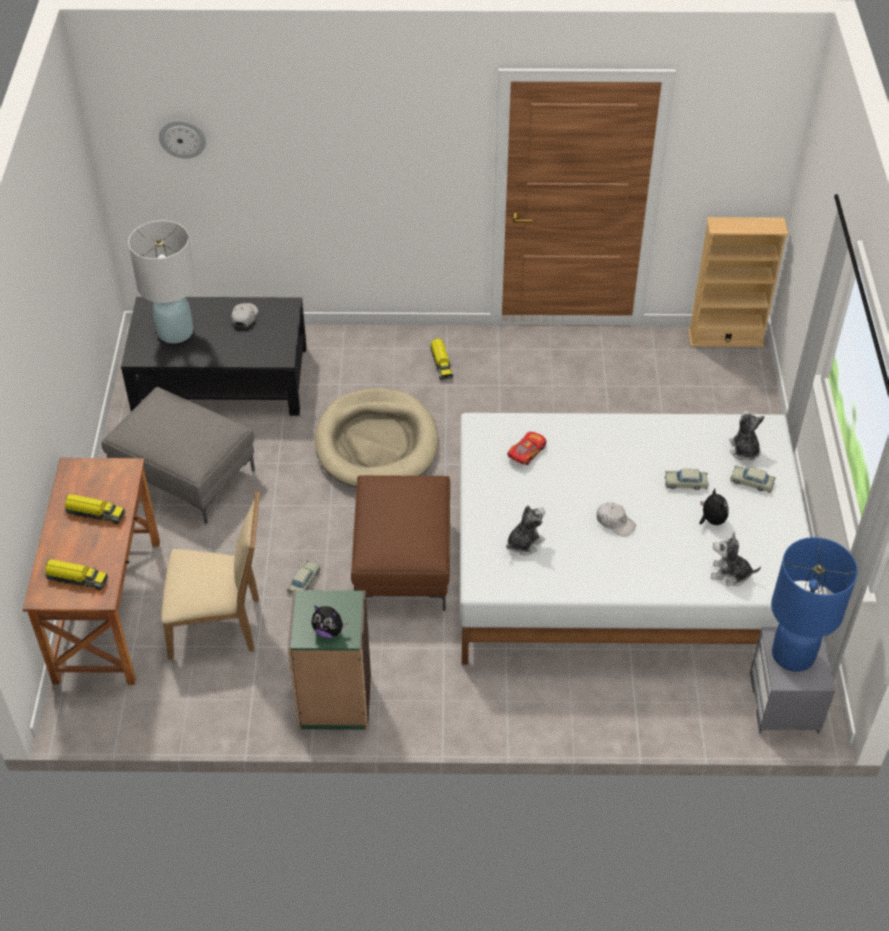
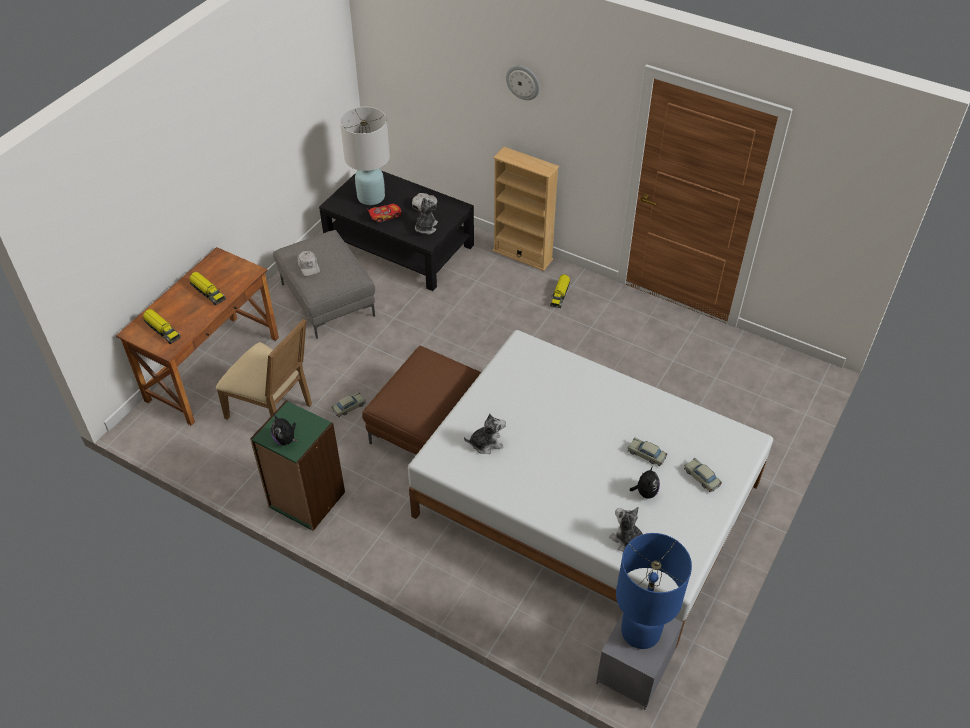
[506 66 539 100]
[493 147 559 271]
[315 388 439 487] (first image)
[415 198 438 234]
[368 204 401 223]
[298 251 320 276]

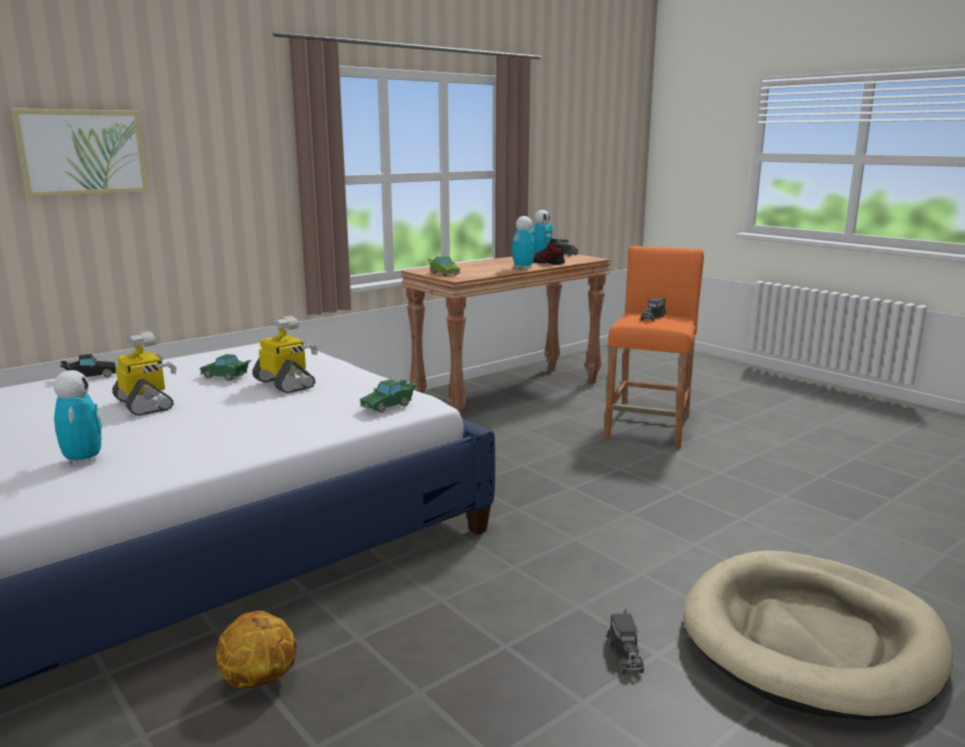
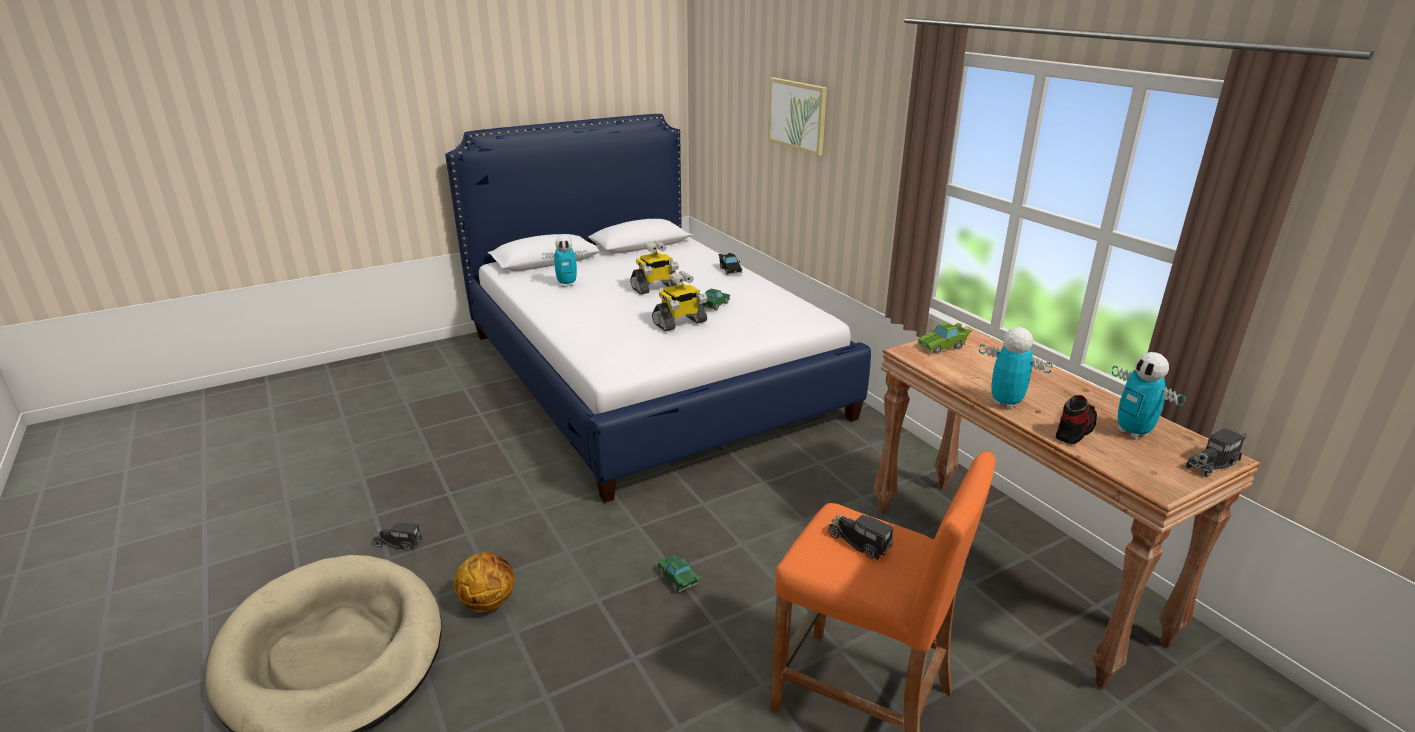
[657 555 701 592]
[454 552 515 612]

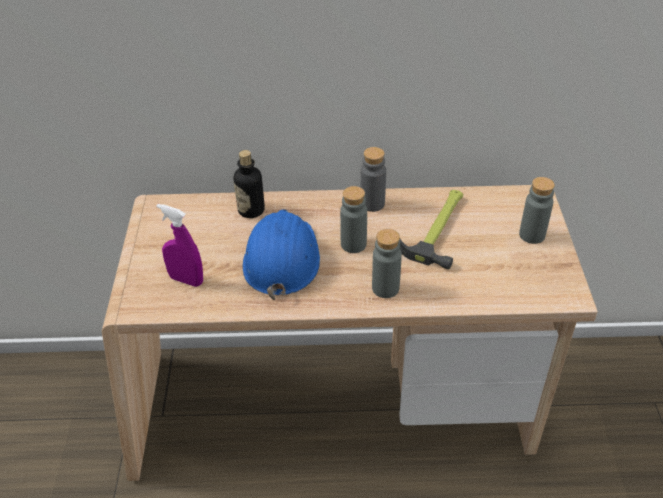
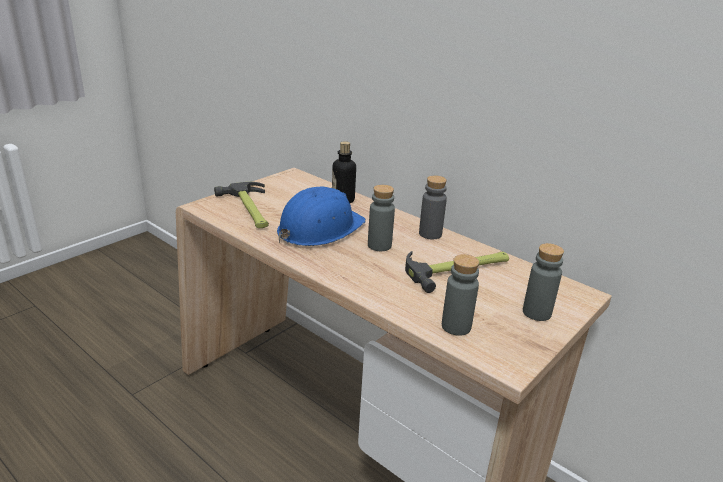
[214 182 269 228]
[442 254 479 336]

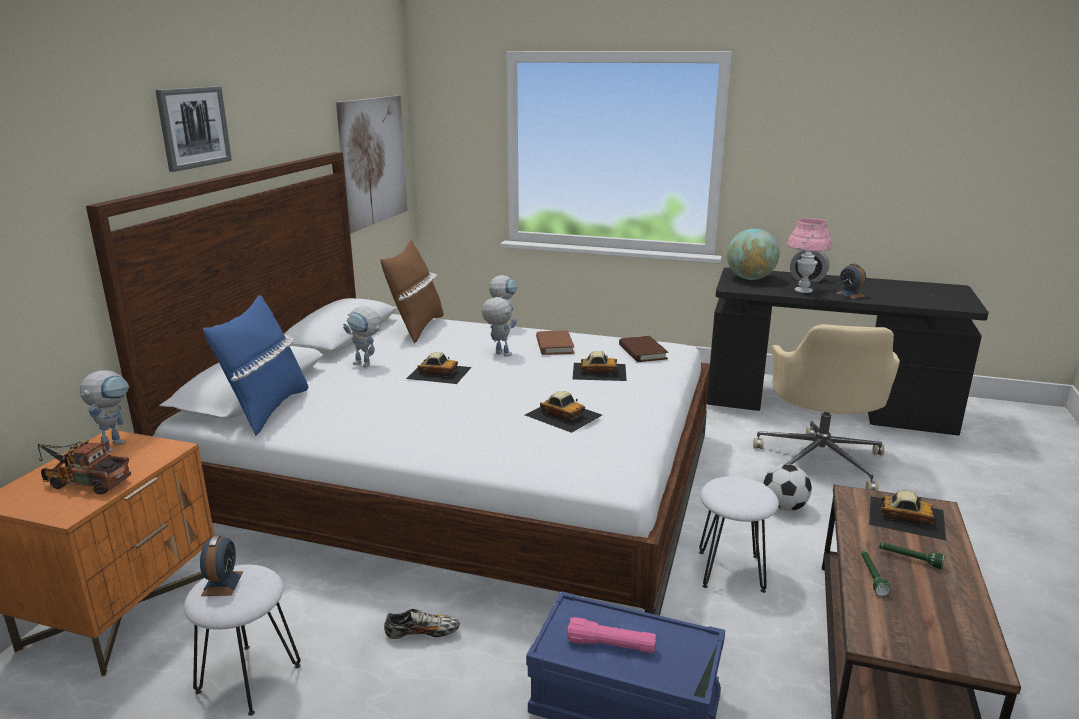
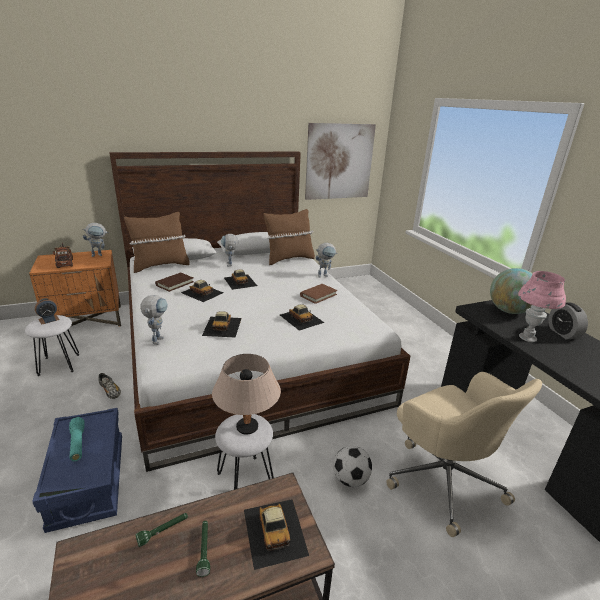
[155 86 232 172] (first image)
[835 264 866 299] (first image)
[124 212 190 273]
[140 295 168 345]
[386 372 542 537]
[155 273 194 292]
[69 417 85 461]
[181 280 223 302]
[212 354 281 435]

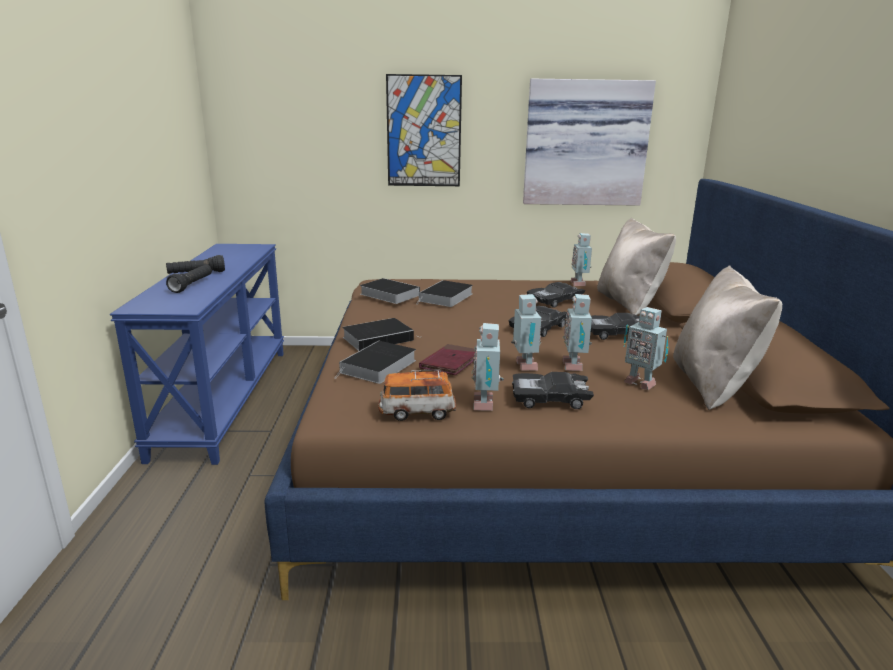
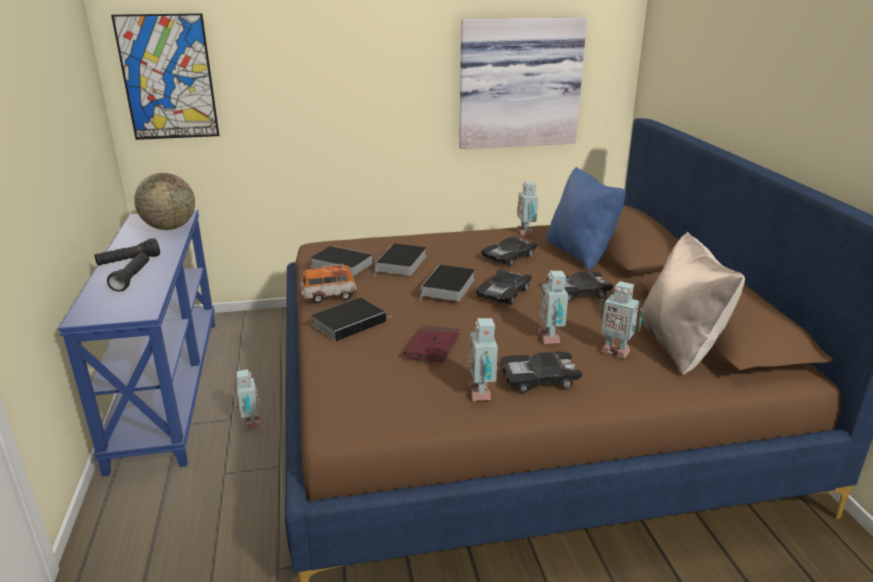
[111 13 219 140]
[546 167 626 270]
[237 369 261 430]
[420 265 475 301]
[300 264 358 303]
[134 173 195 230]

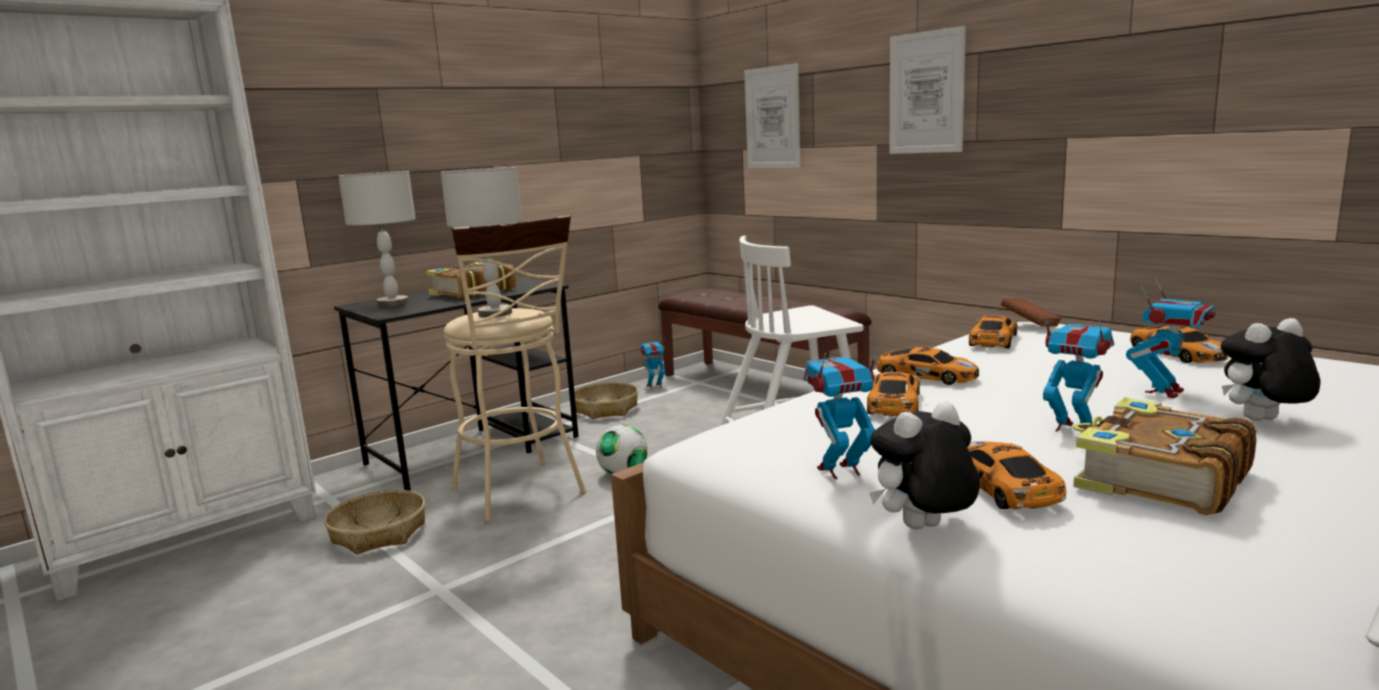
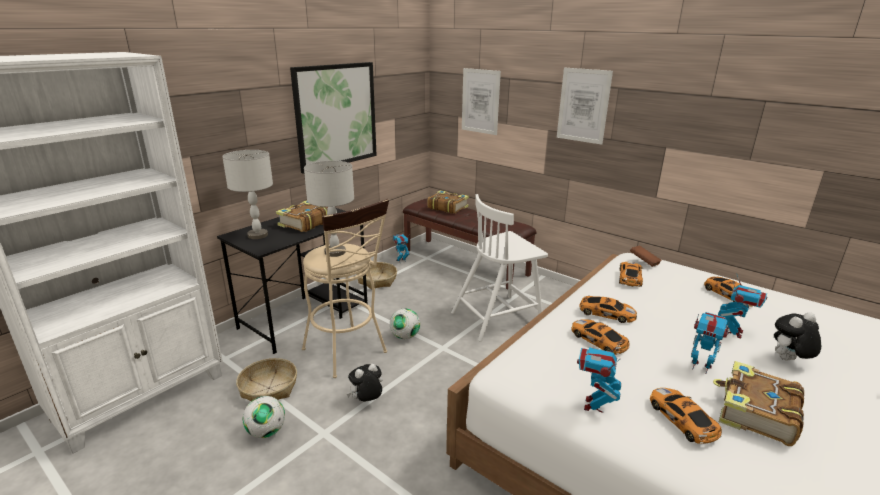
[577 342 622 413]
[571 320 630 355]
[347 364 382 402]
[290 62 377 174]
[427 190 469 214]
[243 396 285 438]

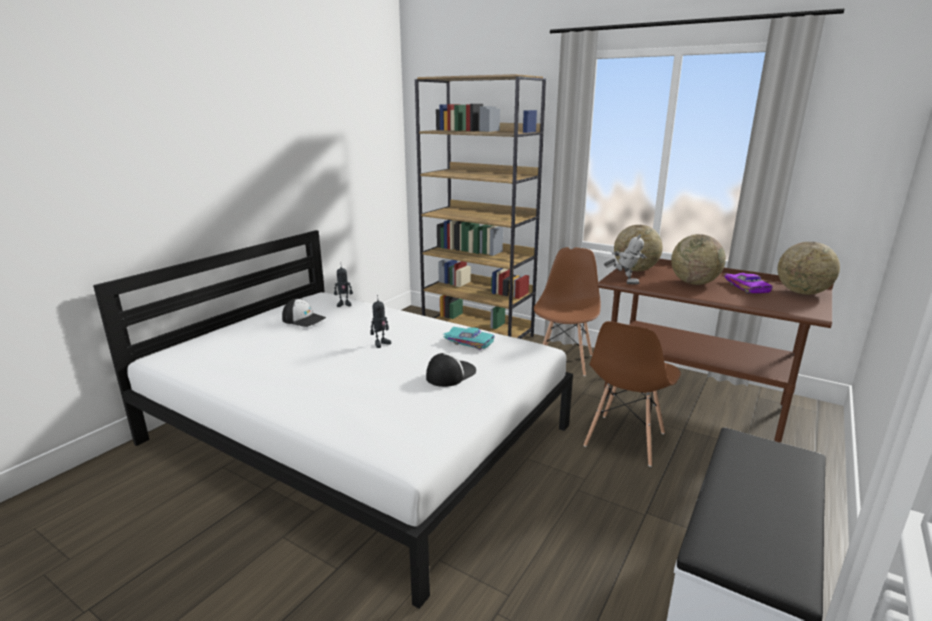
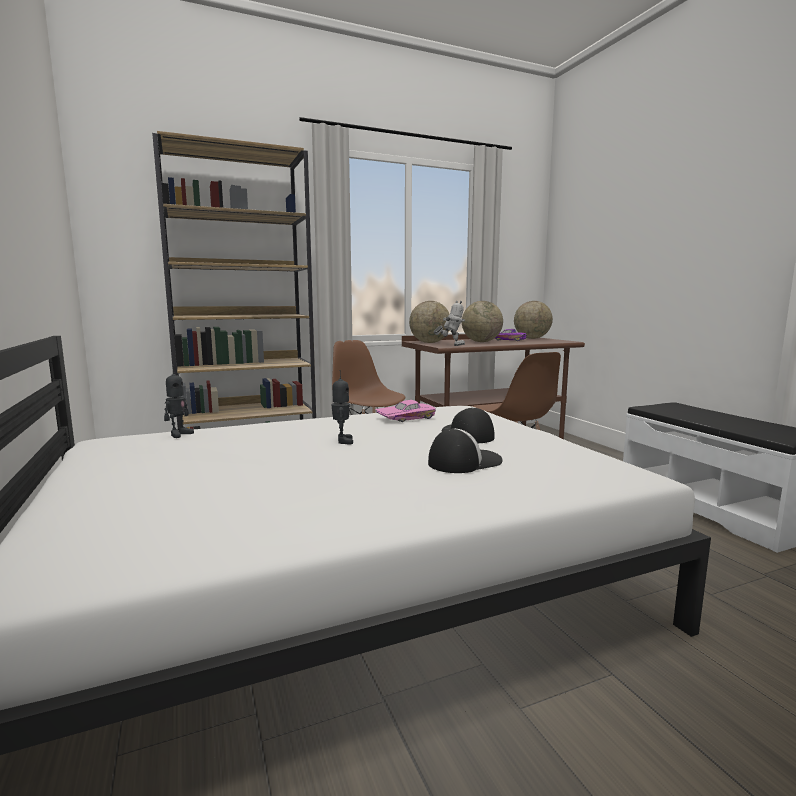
[428 428 503 473]
[375 400 436 422]

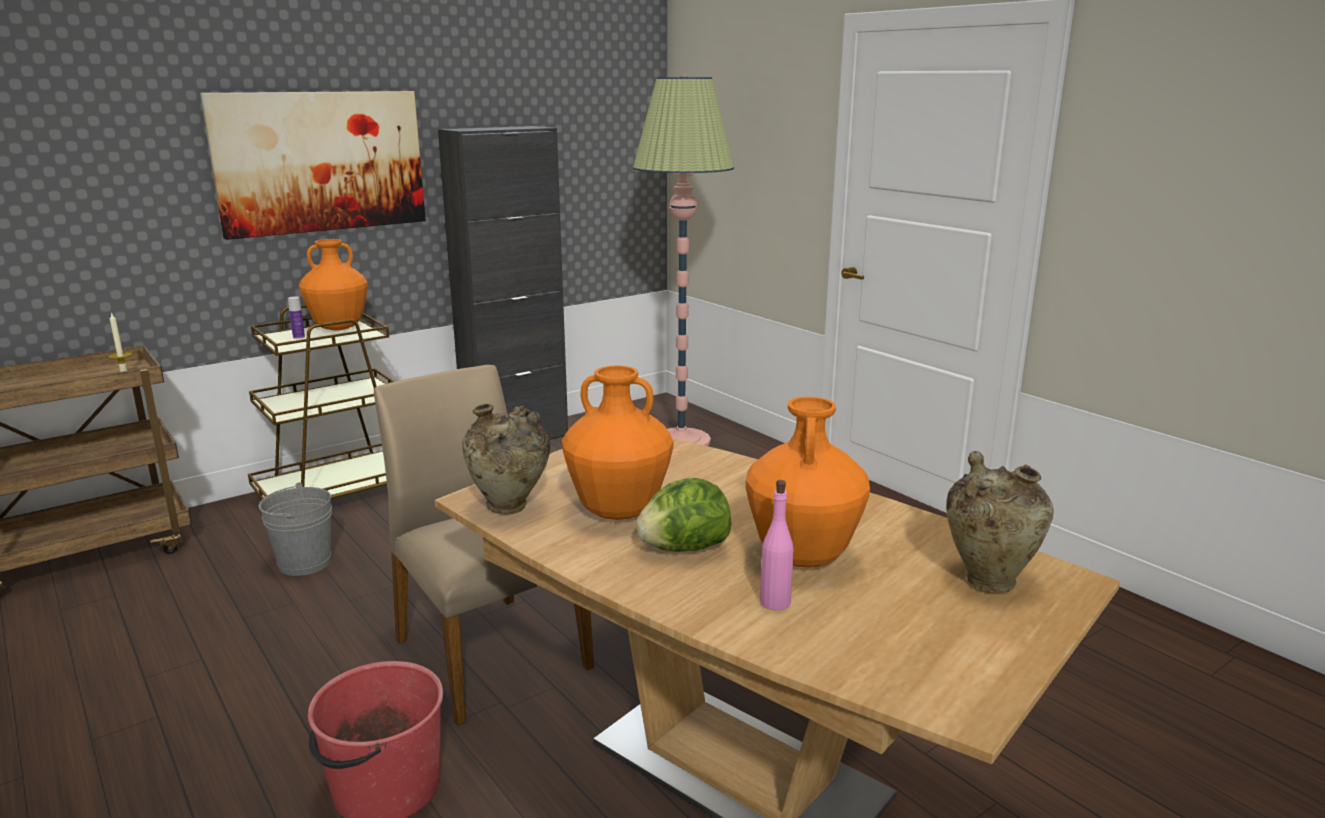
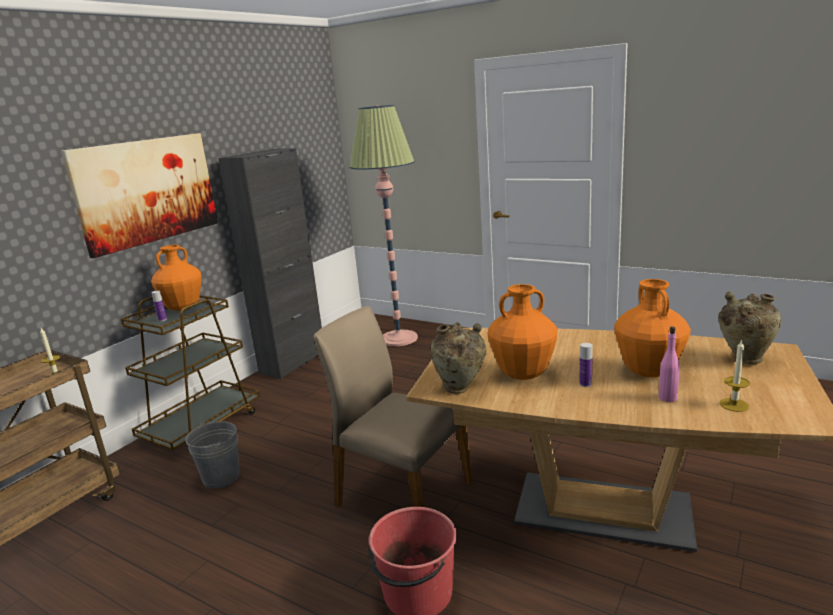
[580 343 593 387]
[720 339 750 412]

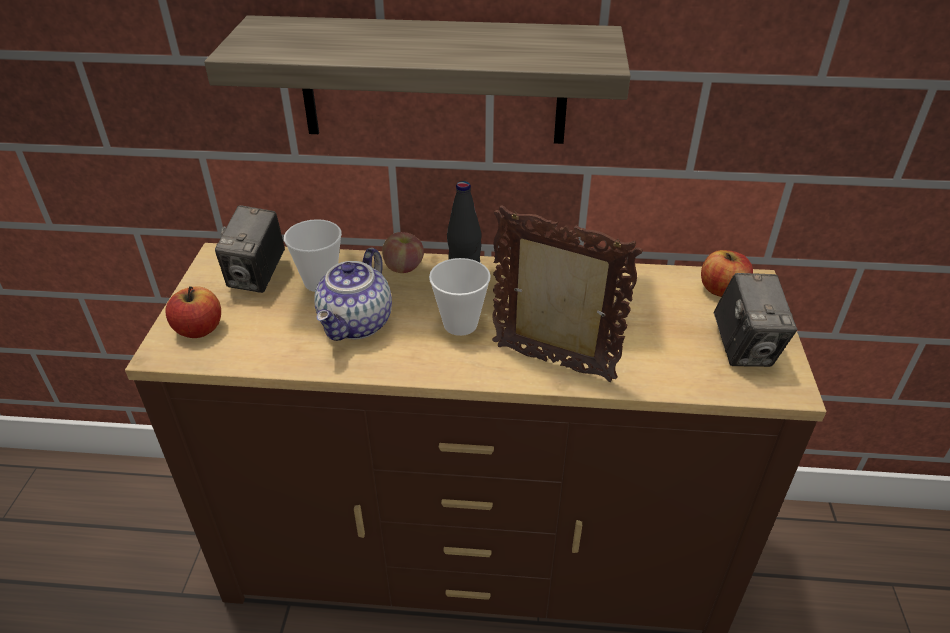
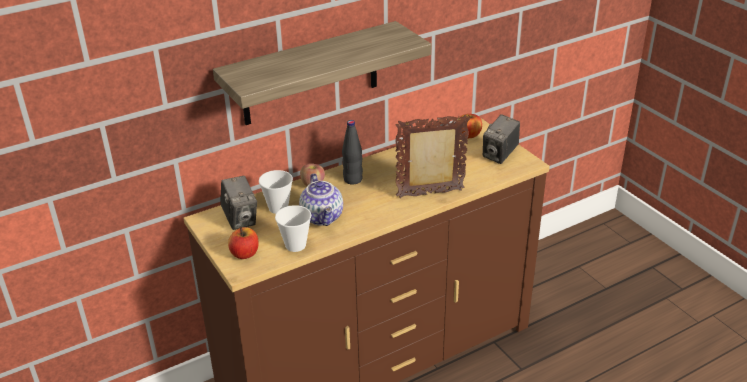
[275 205 311 252]
[483 114 520 164]

